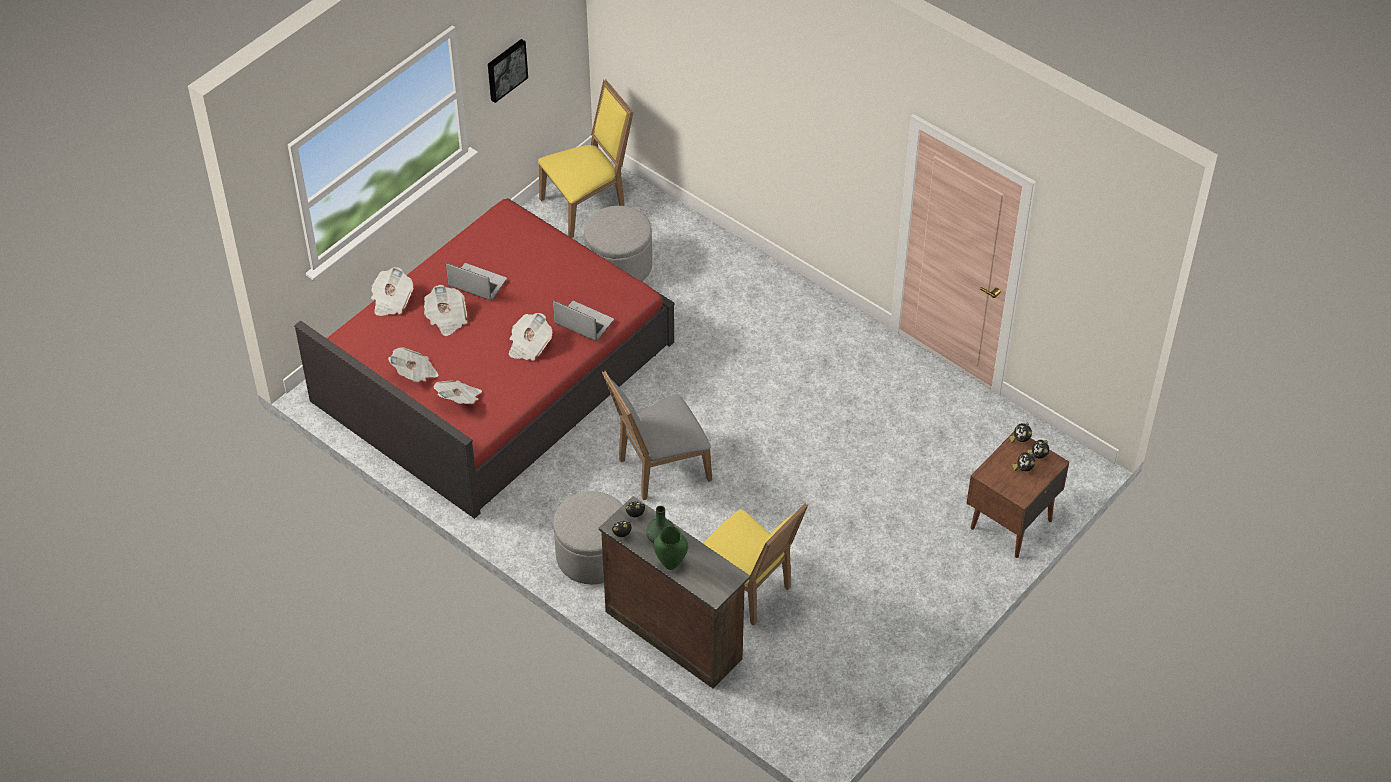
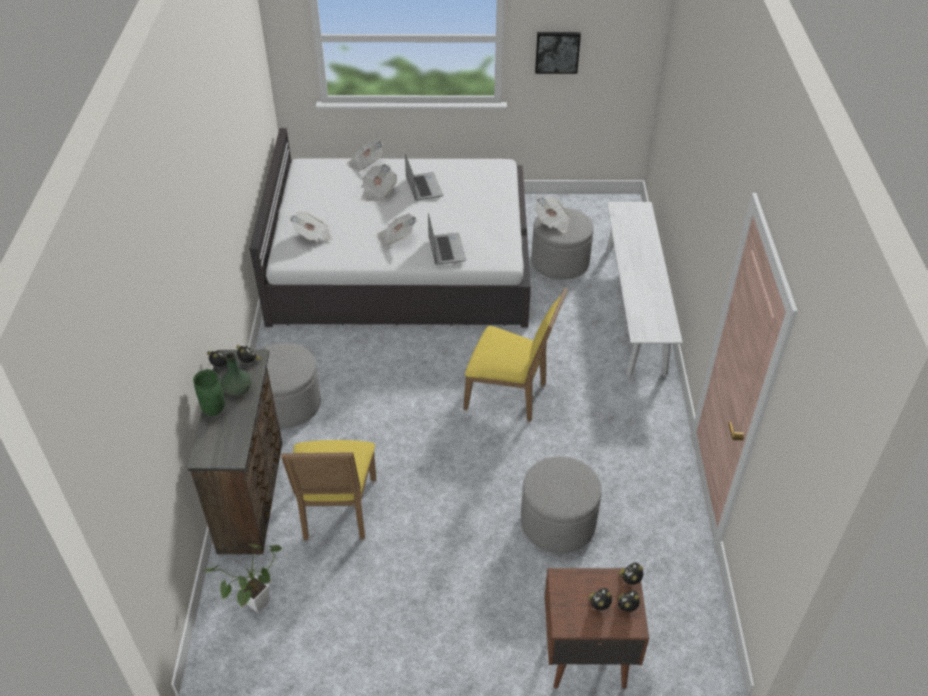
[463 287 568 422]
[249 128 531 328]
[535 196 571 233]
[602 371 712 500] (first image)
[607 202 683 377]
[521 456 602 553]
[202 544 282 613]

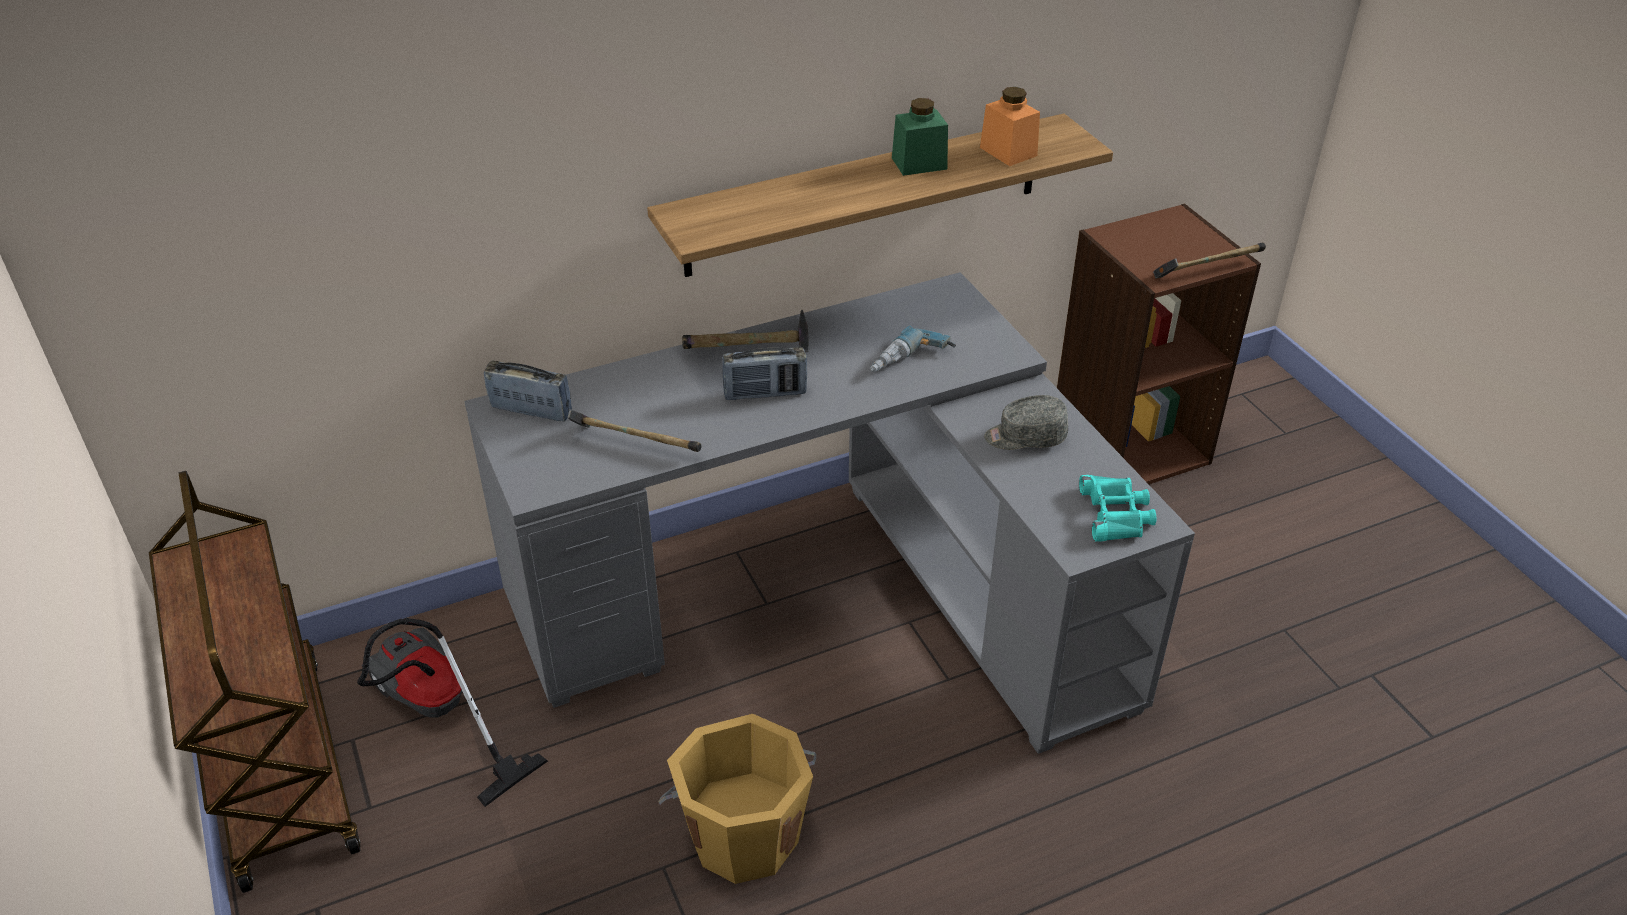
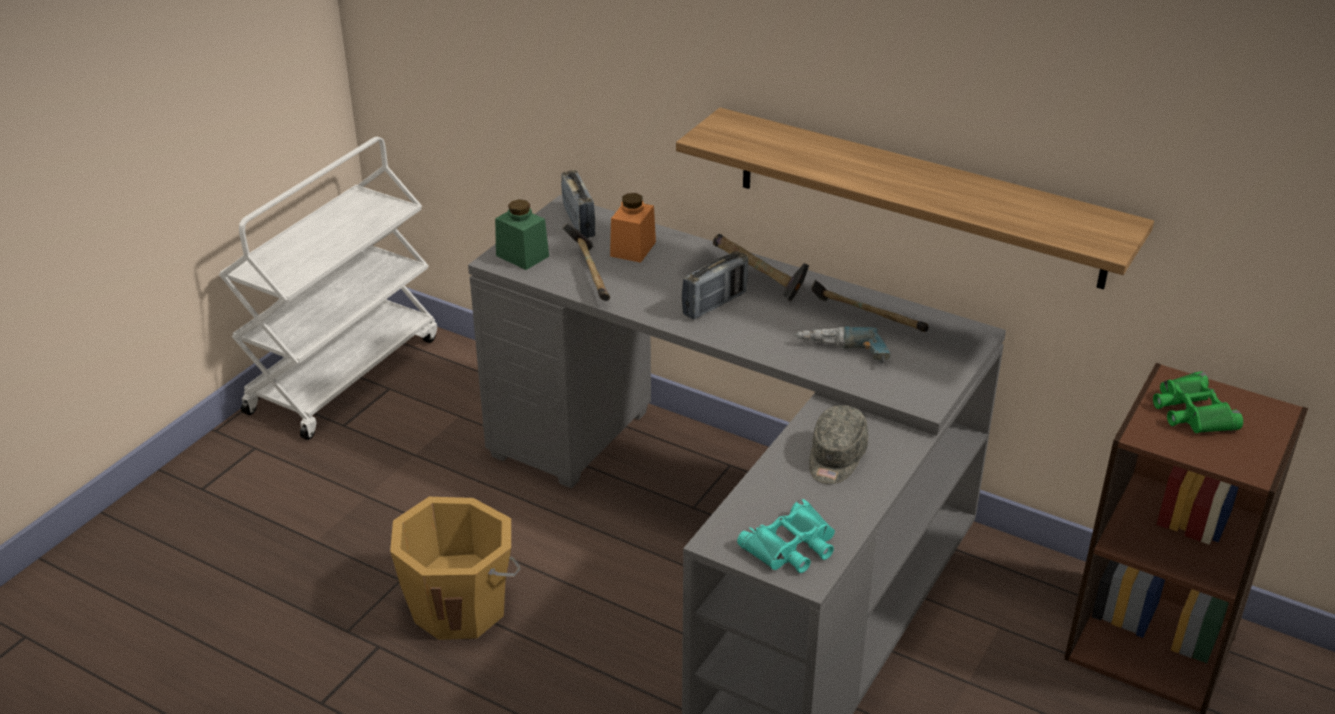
[610 193 656 263]
[495 199 549 270]
[811 279 929 332]
[682 251 748 319]
[809 405 868 484]
[219 137 437 440]
[357 618 548 807] (first image)
[1153 371 1243 433]

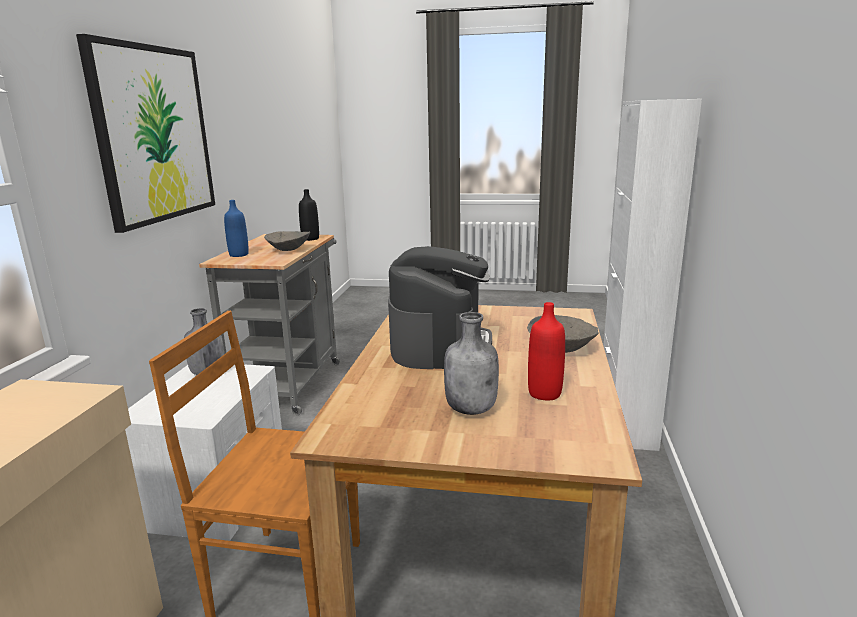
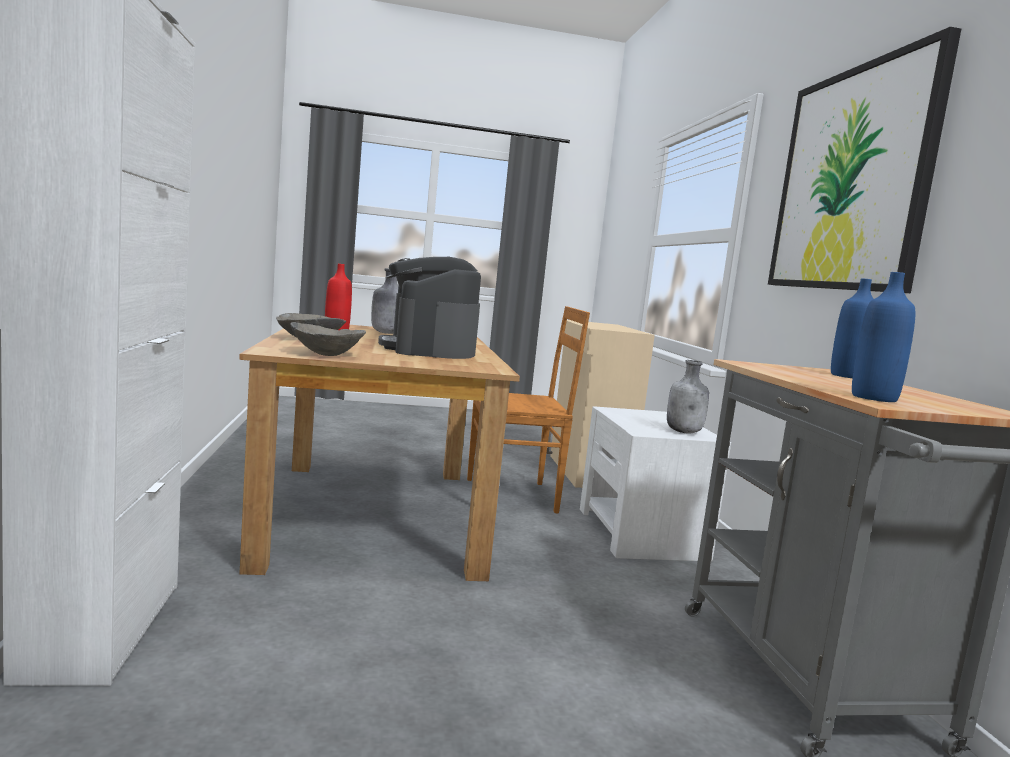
[852 272 915 402]
[290 322 366 356]

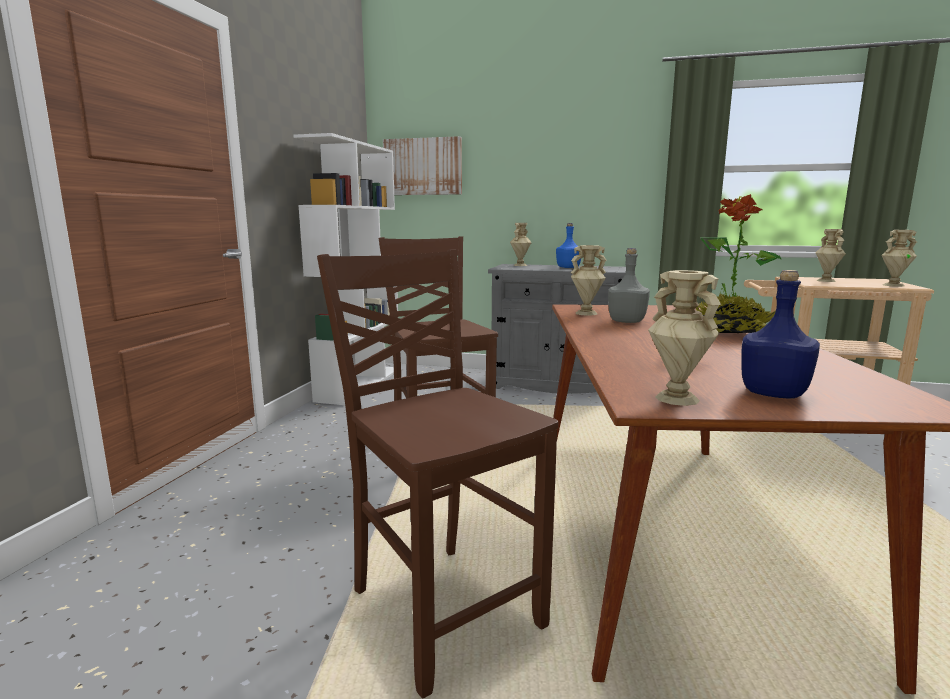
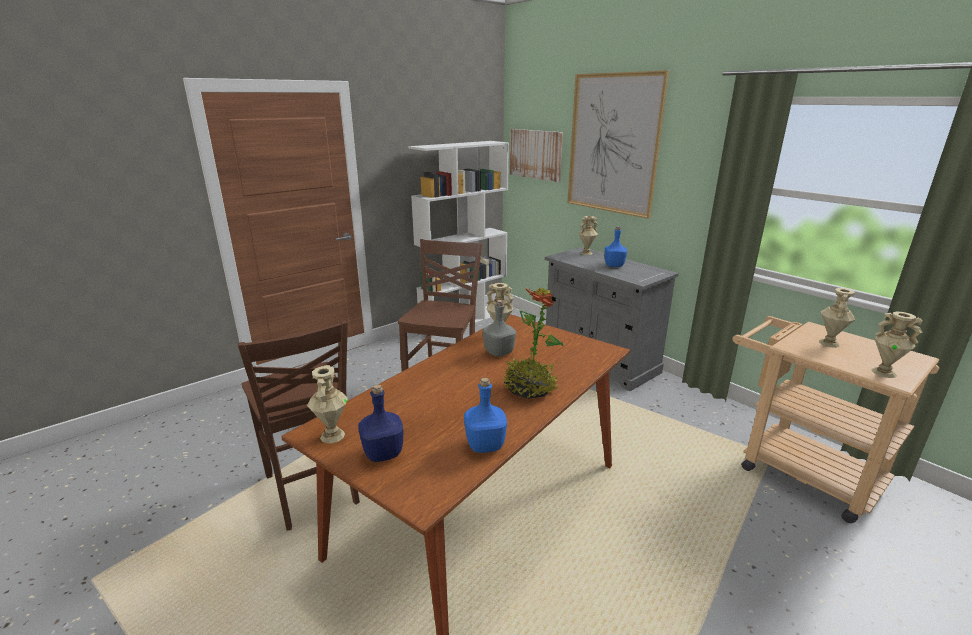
[238 320 360 531]
[567 70 669 219]
[464 378 507 453]

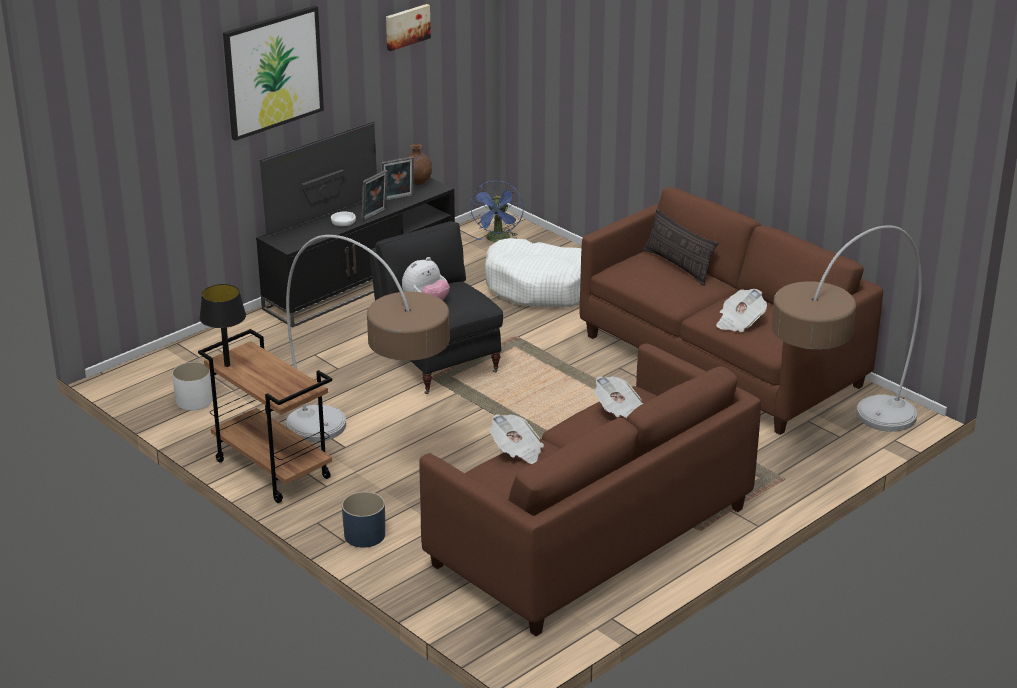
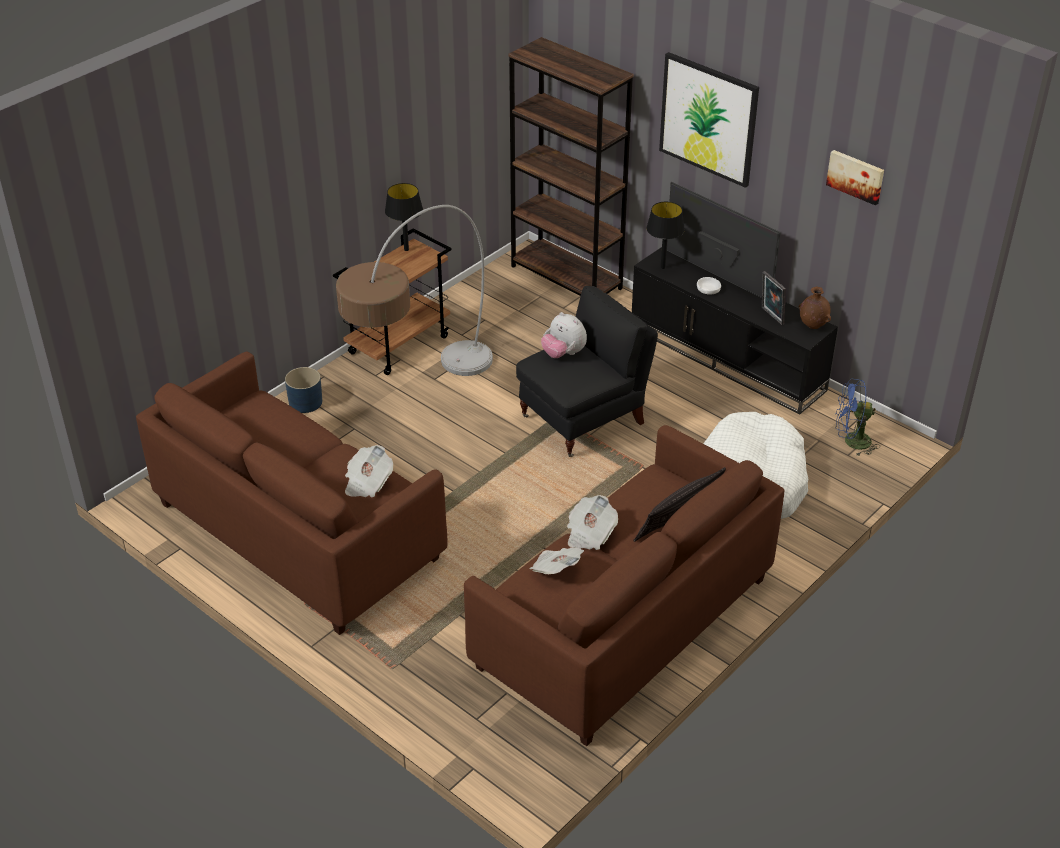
[362 170 388 221] (first image)
[772 225 922 432] (first image)
[172 362 213 410] (first image)
[567 495 618 550]
[509 37 634 296]
[647 202 685 269]

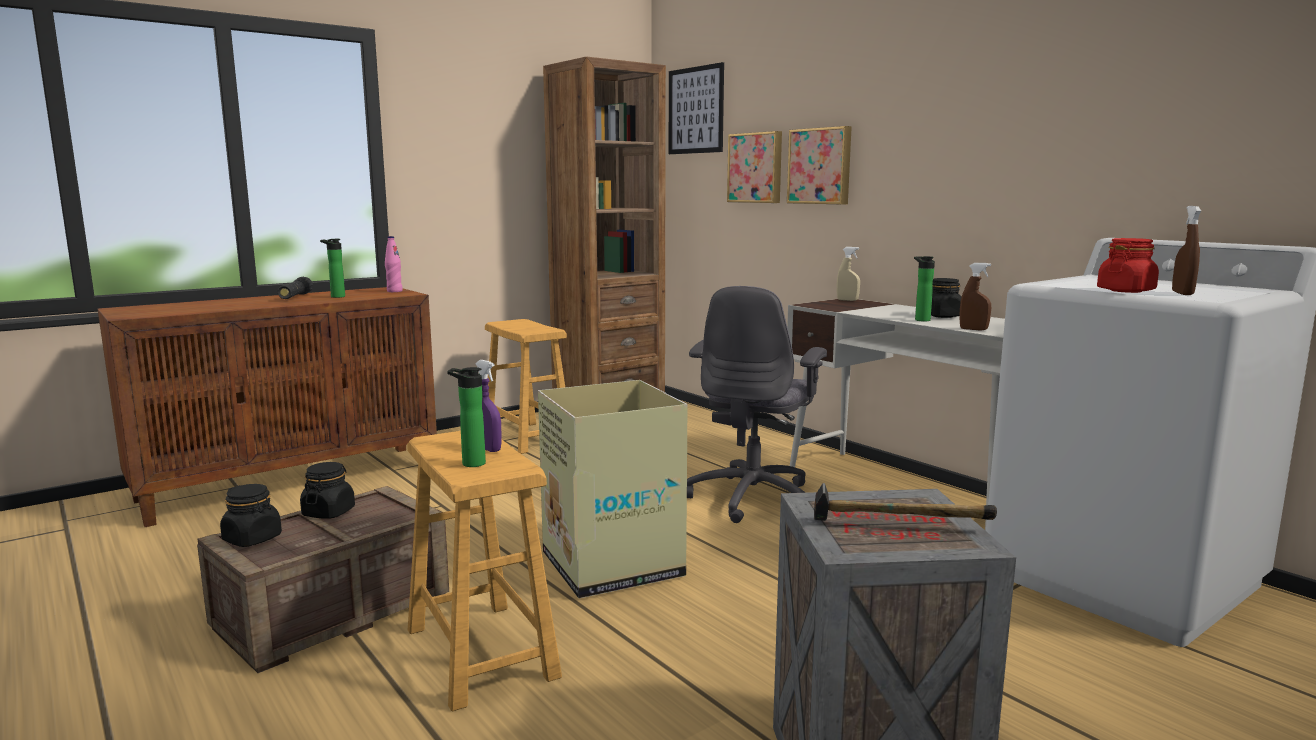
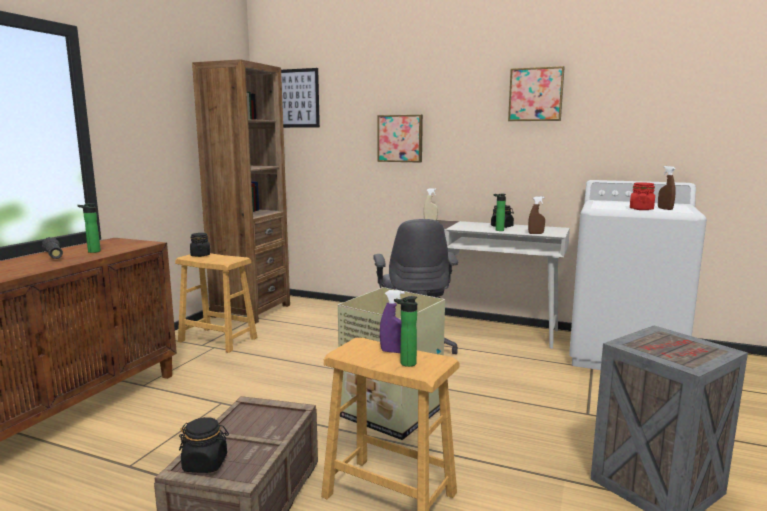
[508 66 564 121]
[385 236 403 292] (first image)
[190 233 210 257]
[814 483 997 521] (first image)

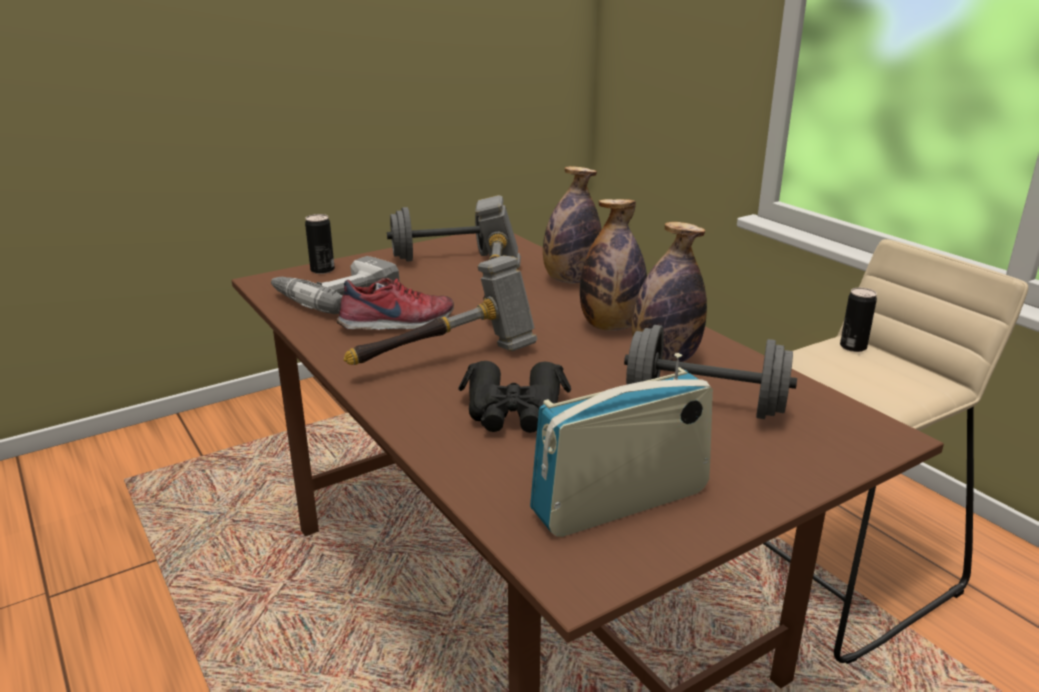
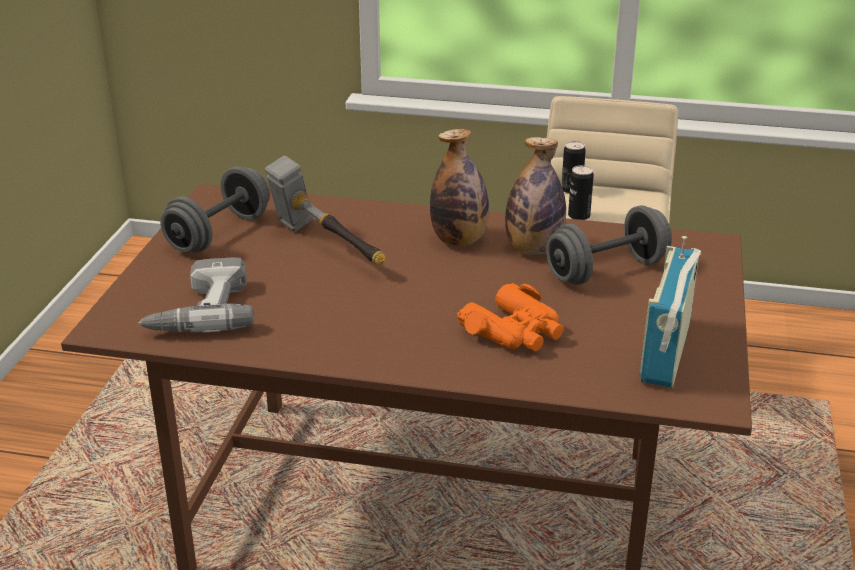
[543 166 602 284] (first image)
[568 165 594 220]
[344 256 537 365] (first image)
[337 278 454 330] (first image)
[457 283 564 351]

